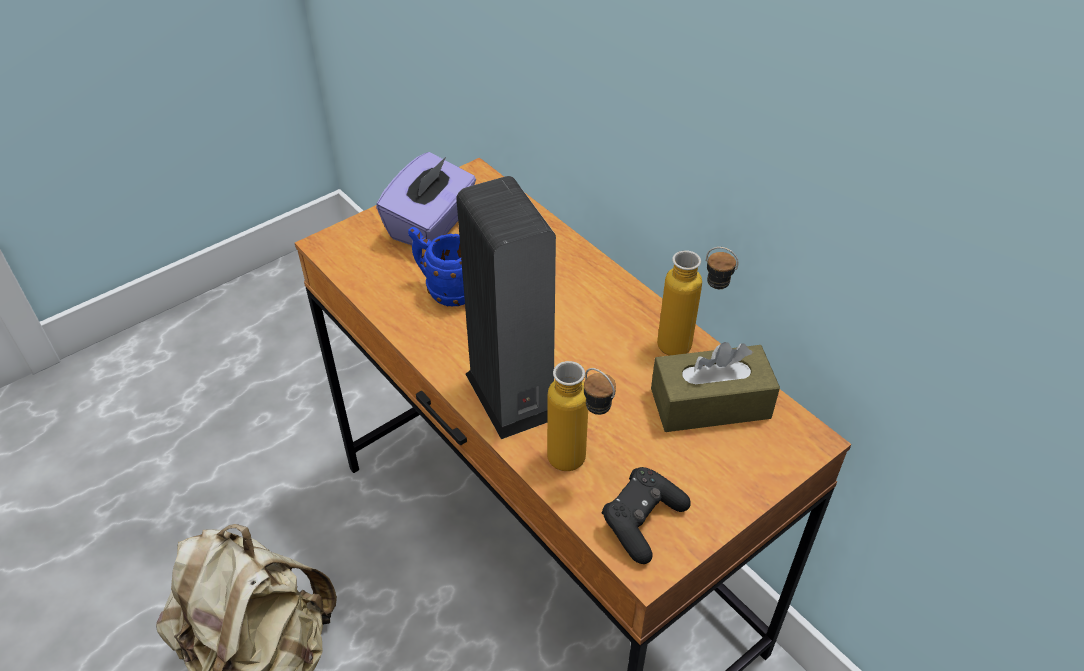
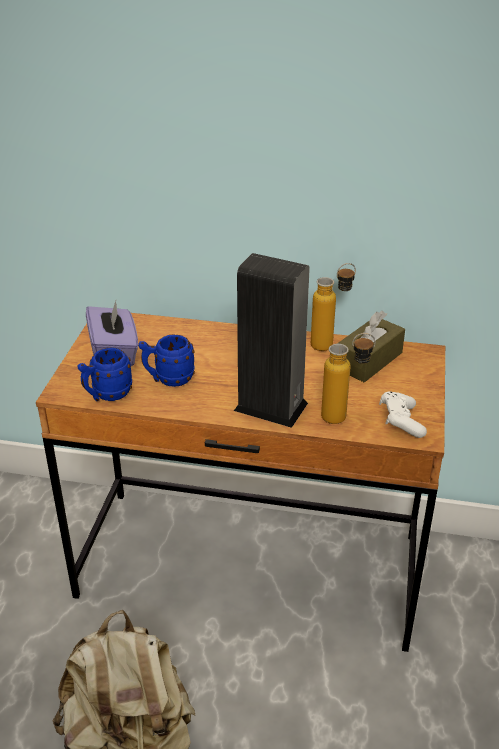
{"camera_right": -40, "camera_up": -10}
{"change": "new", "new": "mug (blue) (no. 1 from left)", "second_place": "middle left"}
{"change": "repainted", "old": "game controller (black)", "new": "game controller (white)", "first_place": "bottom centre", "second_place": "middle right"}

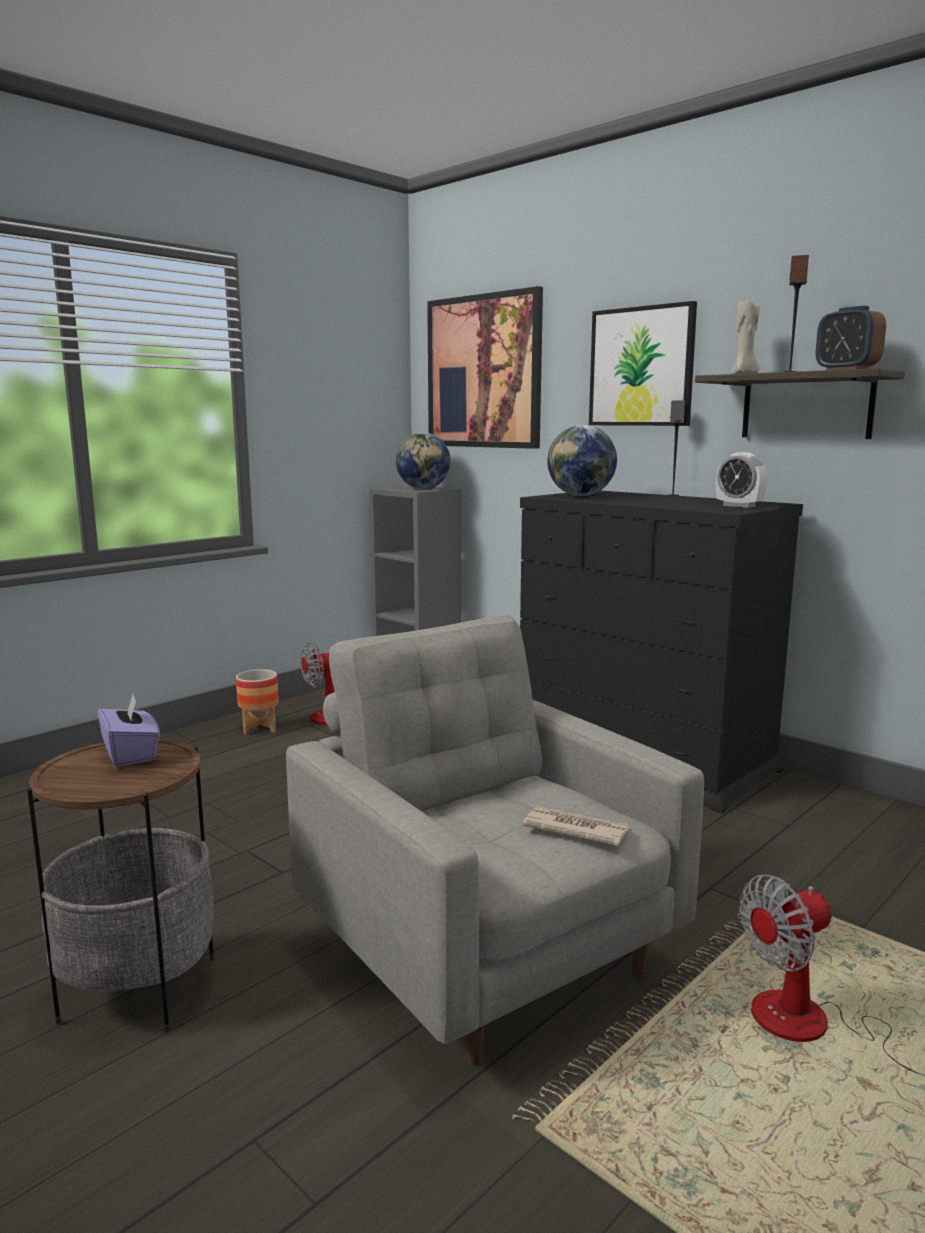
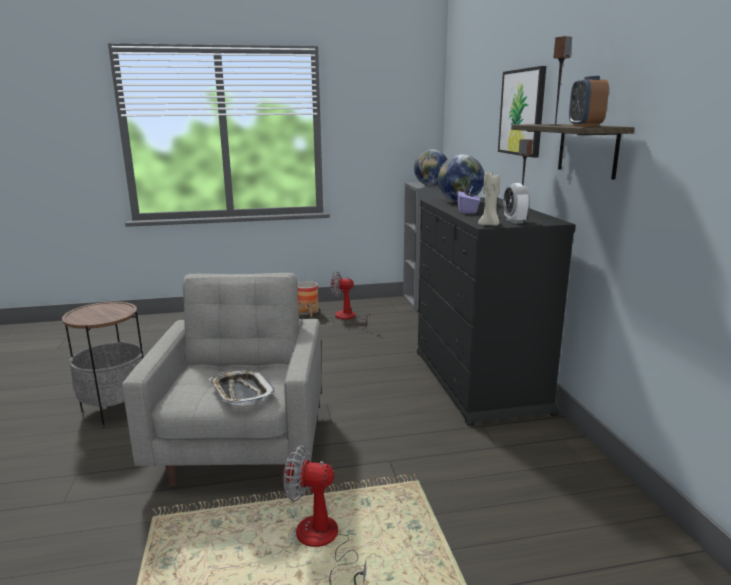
{"camera_right": 35, "camera_up": 5}
{"change": "gone", "old": "picture (no. 1 from left)", "first_place": "top centre"}
{"change": "shifted", "old": "tissue box (purple)", "first_place": "middle left", "second_place": "centre"}
{"change": "shifted", "old": "candle (beige)", "first_place": "top right", "second_place": "middle right"}
{"change": "swapped", "old": "newspaper", "new": "tray", "first_place": "bottom centre", "second_place": "middle left"}

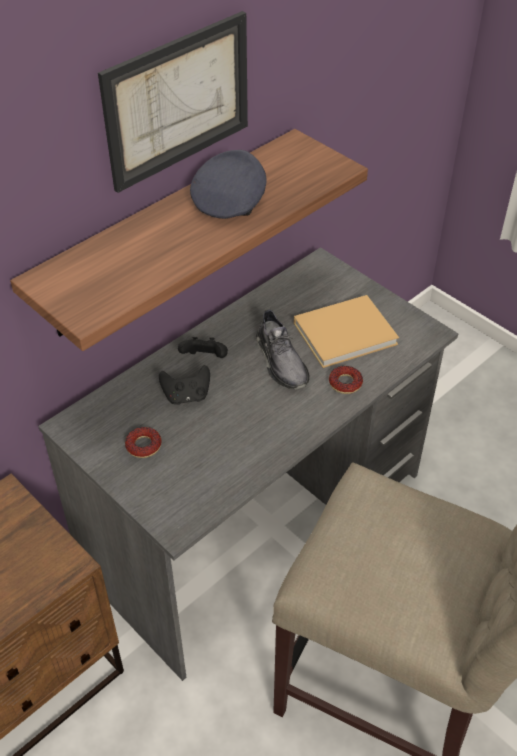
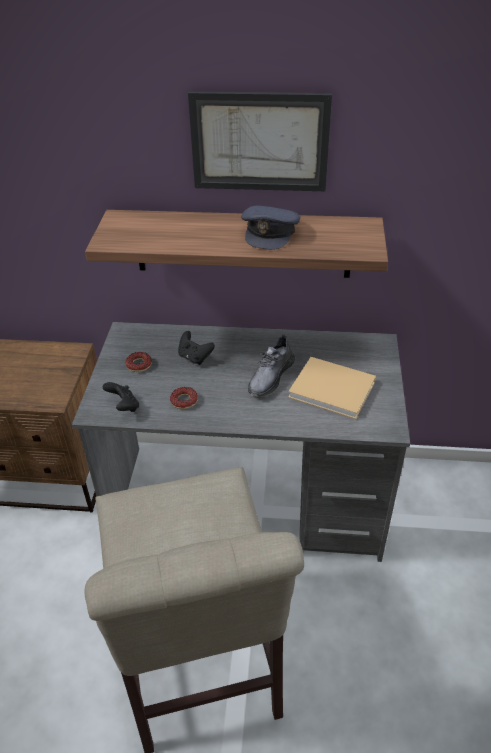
{"camera_right": 50, "camera_up": -5}
{"change": "shifted", "old": "game controller (black) (no. 2 from left in the first image)", "new": "game controller (black) (no. 1 from left)", "first_place": "centre", "second_place": "middle left"}
{"change": "shifted", "old": "donut (no. 2 from left)", "first_place": "middle right", "second_place": "centre"}
{"change": "rotated", "old": "cap (grey)", "first_place": "top centre", "second_place": "top centre", "degrees": 120}

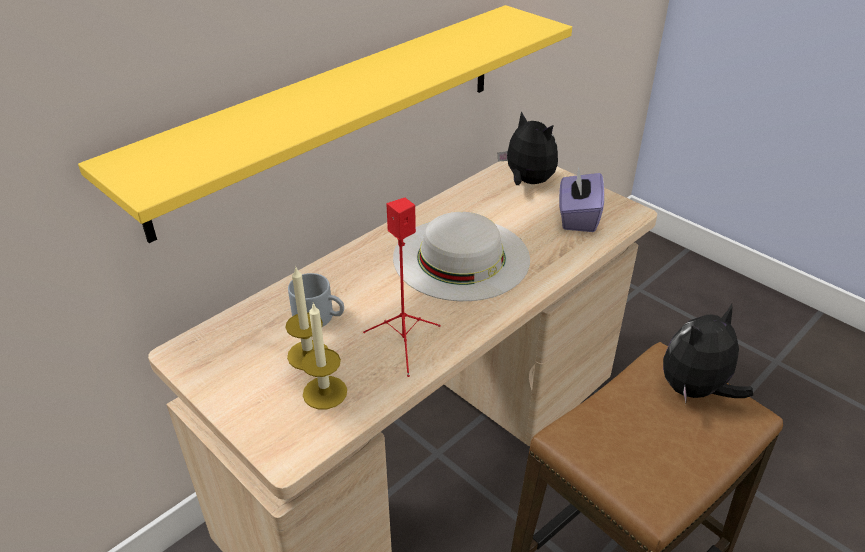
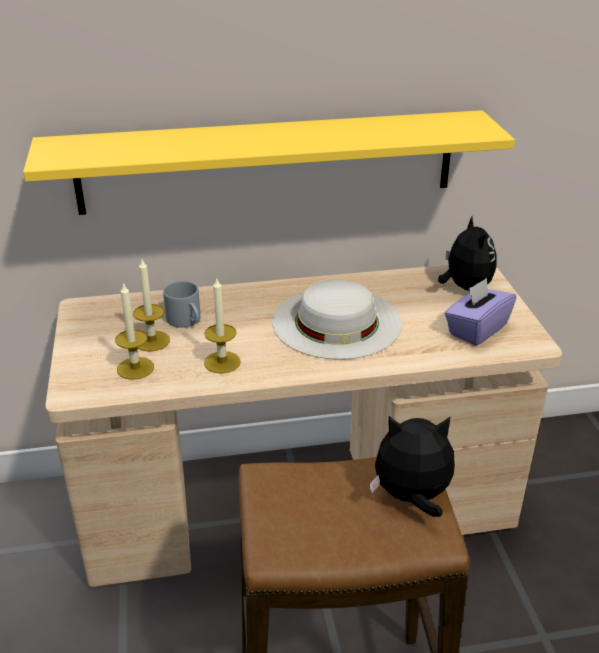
{"camera_right": 35, "camera_up": -5}
{"change": "swapped", "old": "speaker (red)", "new": "candle (no. 3 from left)", "first_place": "centre", "second_place": "centre"}

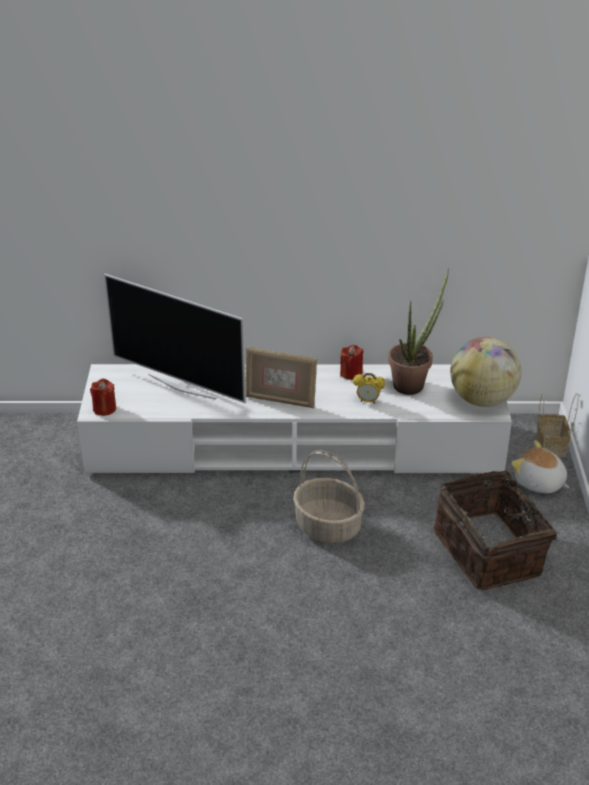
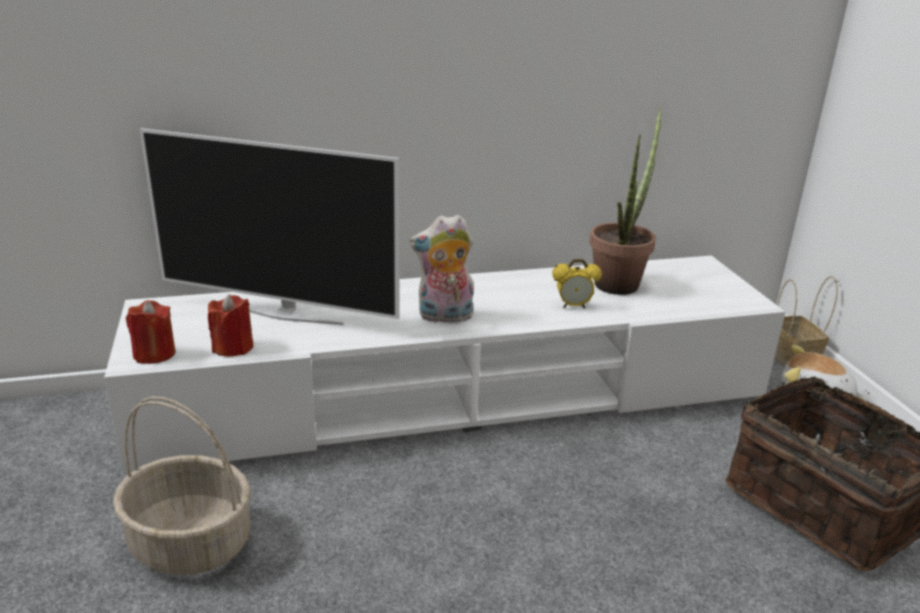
{"camera_right": -15, "camera_up": -10}
{"change": "gone", "old": "globe", "first_place": "middle right"}
{"change": "shifted", "old": "basket (no. 1 from left)", "first_place": "centre", "second_place": "bottom left"}
{"change": "shifted", "old": "candle (red) (no. 2 from left)", "first_place": "centre", "second_place": "middle left"}
{"change": "swapped", "old": "picture frame", "new": "plush toy (no. 1 from left)", "first_place": "centre", "second_place": "centre"}

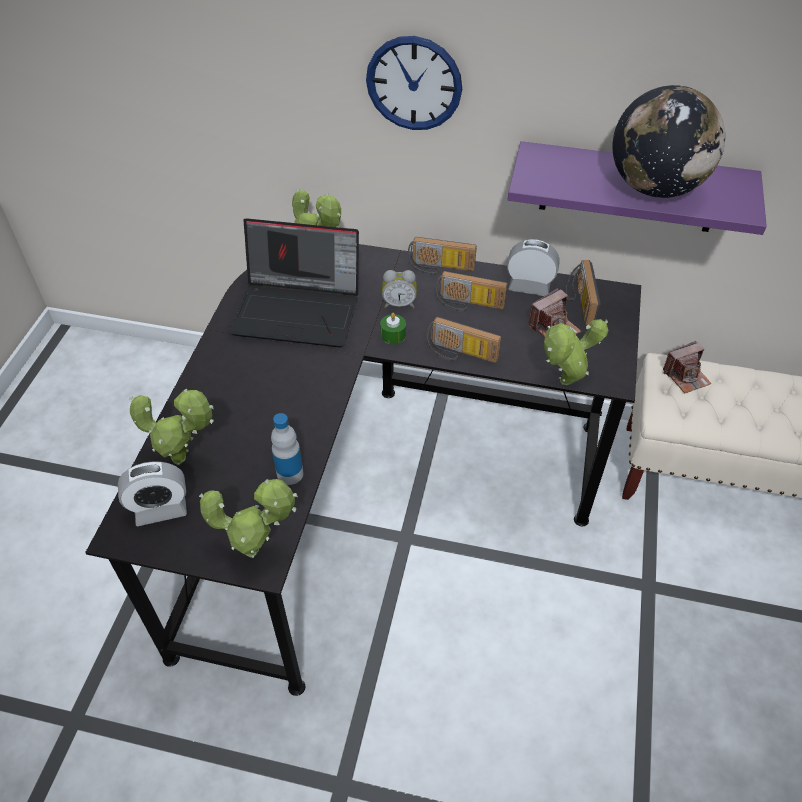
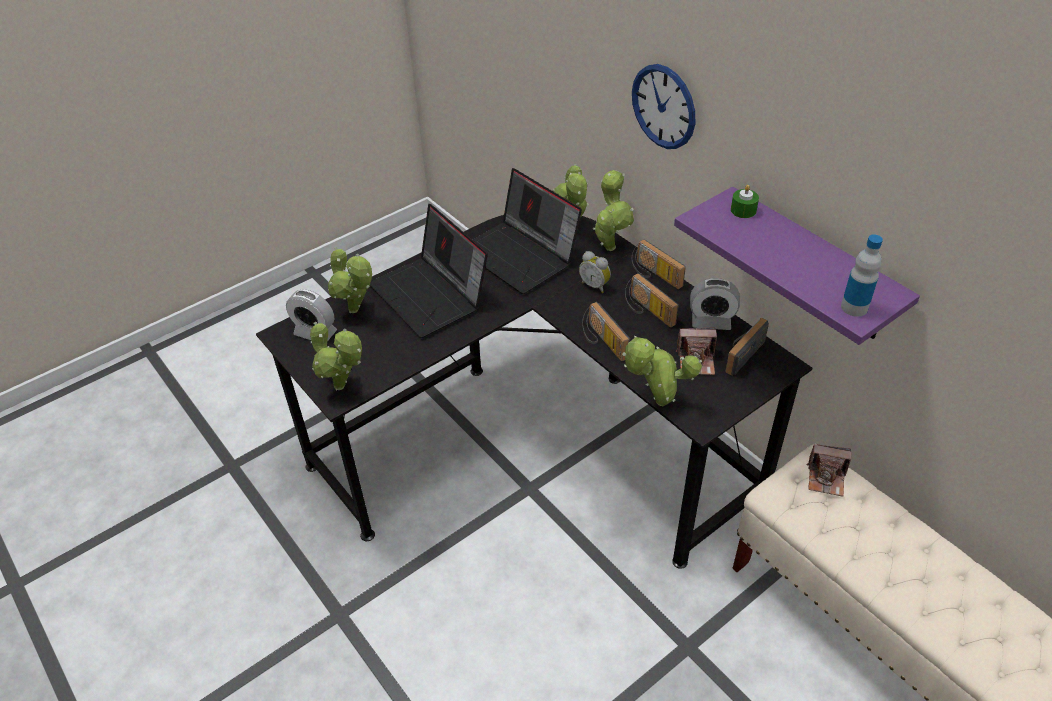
{"camera_right": 40, "camera_up": -5}
{"change": "gone", "old": "globe", "first_place": "top right"}
{"change": "new", "new": "laptop (no. 1 from left)", "second_place": "centre"}
{"change": "new", "new": "potted plant (no. 4 from left)", "second_place": "top centre"}
{"change": "shifted", "old": "bottle", "first_place": "centre", "second_place": "middle right"}
{"change": "shifted", "old": "candle (green)", "first_place": "centre", "second_place": "top right"}
{"change": "rotated", "old": "alarm clock (no. 3 from left)", "first_place": "top centre", "second_place": "middle right", "degrees": 135}

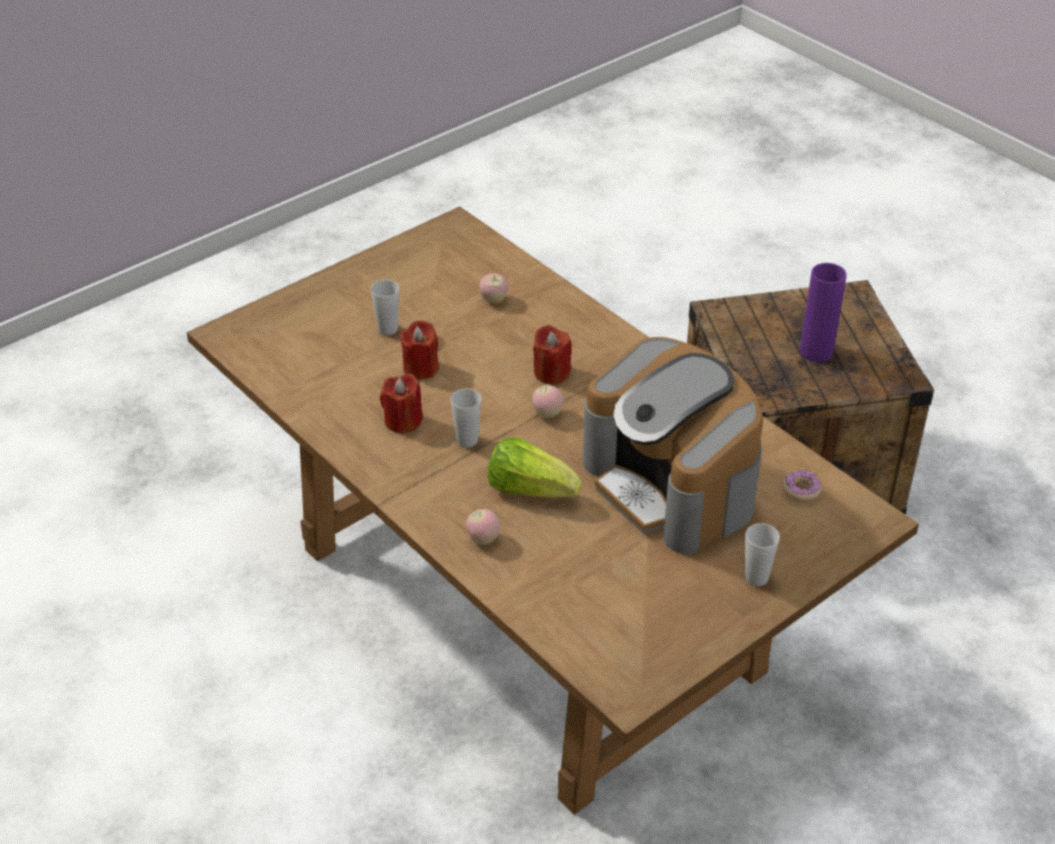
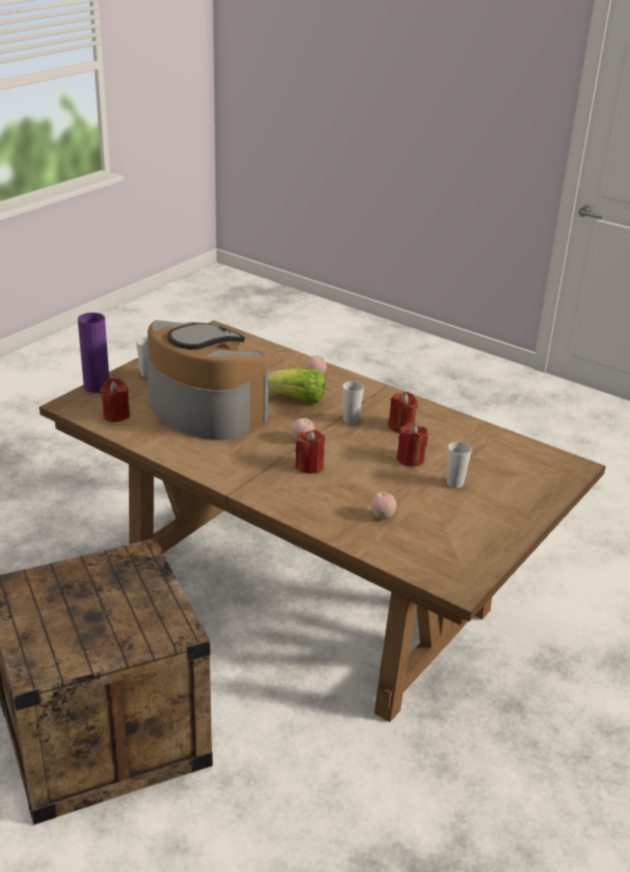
{"camera_right": 165, "camera_up": -10}
{"change": "shifted", "old": "vase (purple)", "first_place": "middle right", "second_place": "middle left"}
{"change": "swapped", "old": "donut", "new": "candle (red) (no. 1 from left)", "first_place": "middle right", "second_place": "middle left"}

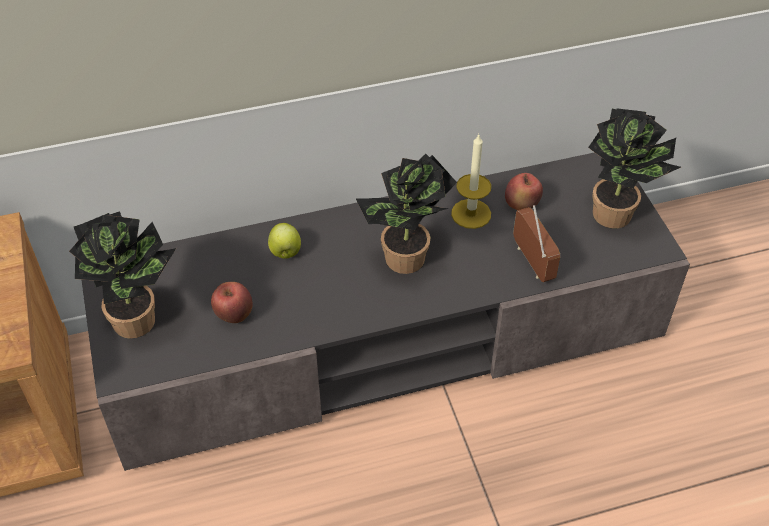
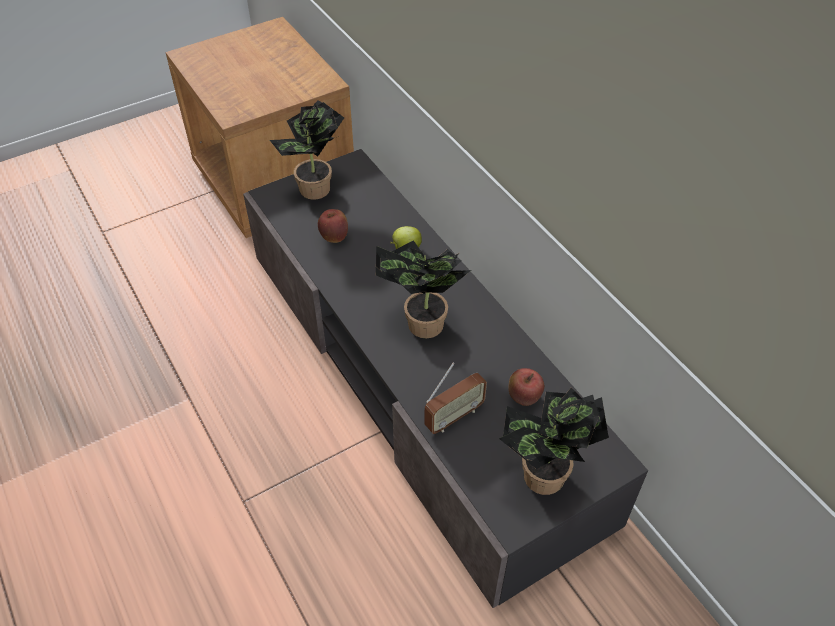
{"camera_right": 75, "camera_up": 0}
{"change": "gone", "old": "candle", "first_place": "centre"}

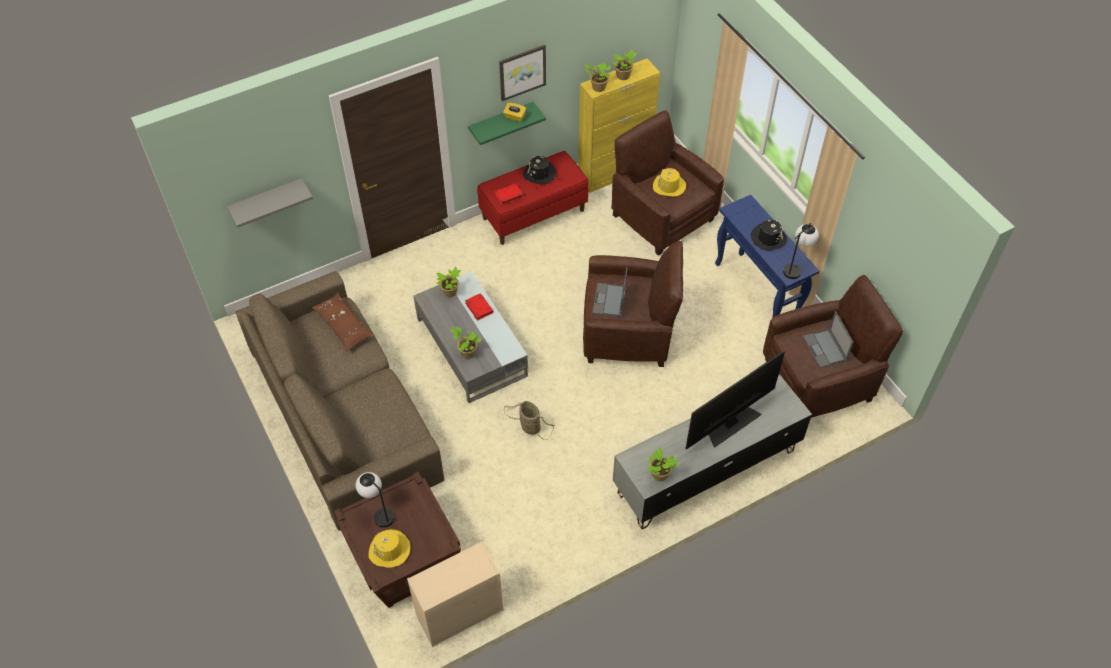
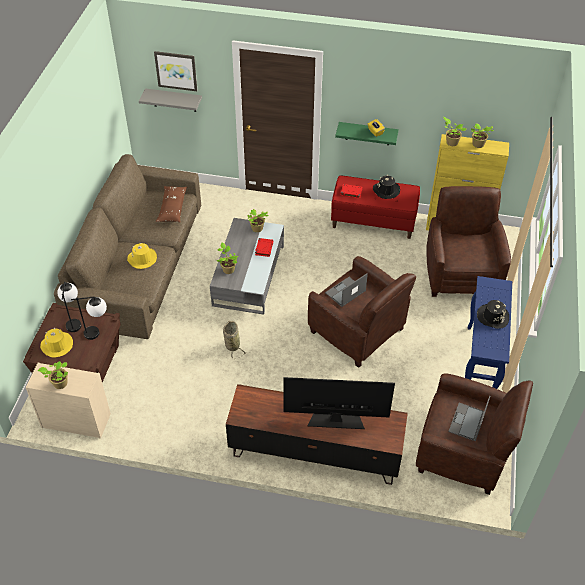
{"camera_right": 40, "camera_up": -5}
{"change": "shifted", "old": "picture", "first_place": "top centre", "second_place": "top left"}
{"change": "shifted", "old": "potted plant (no. 5 from left in the first image)", "new": "potted plant (no. 1 from left)", "first_place": "bottom centre", "second_place": "middle left"}
{"change": "shifted", "old": "hat (yellow) (no. 2 from left)", "first_place": "top centre", "second_place": "middle left"}
{"change": "shifted", "old": "table lamp (no. 2 from left)", "first_place": "middle right", "second_place": "middle left"}
{"change": "repainted", "old": "tv stand (grey)", "new": "tv stand (brown)", "first_place": "bottom centre", "second_place": "bottom centre"}

